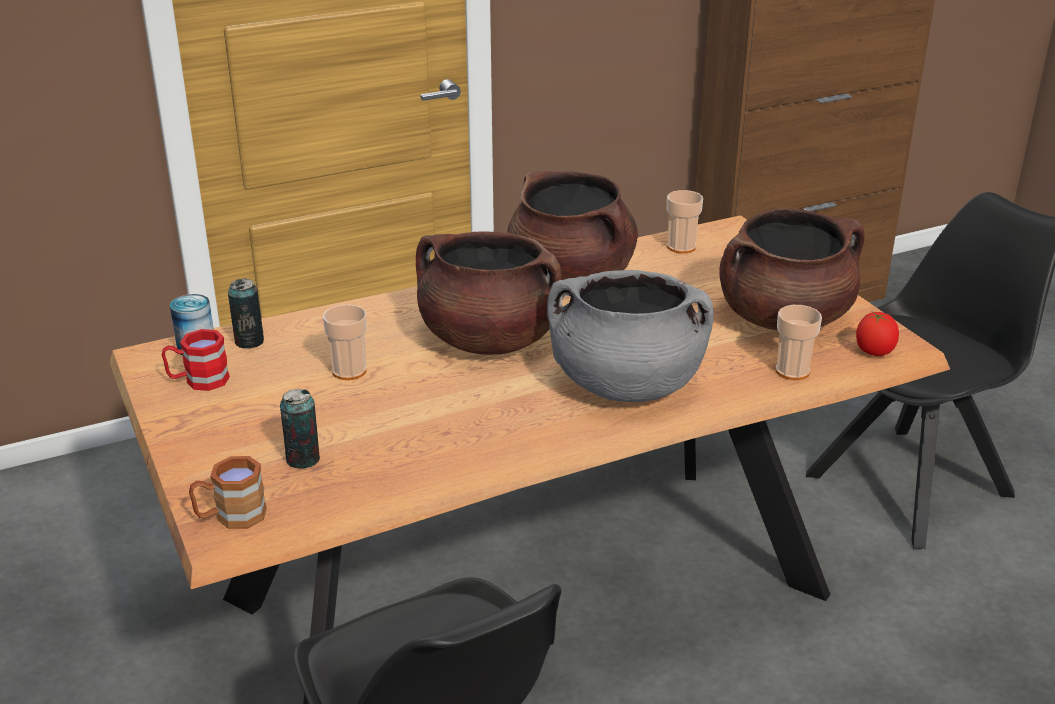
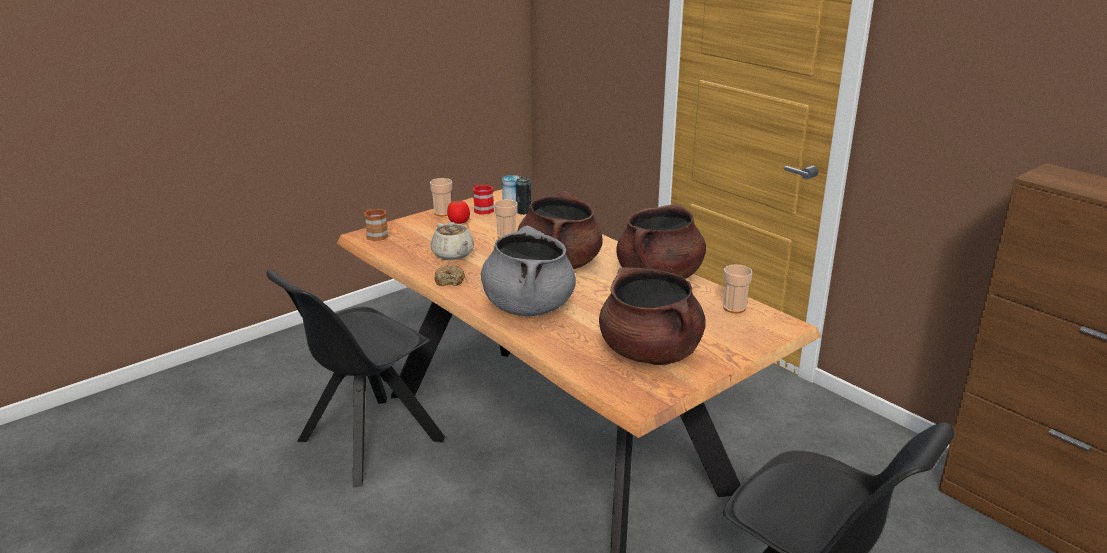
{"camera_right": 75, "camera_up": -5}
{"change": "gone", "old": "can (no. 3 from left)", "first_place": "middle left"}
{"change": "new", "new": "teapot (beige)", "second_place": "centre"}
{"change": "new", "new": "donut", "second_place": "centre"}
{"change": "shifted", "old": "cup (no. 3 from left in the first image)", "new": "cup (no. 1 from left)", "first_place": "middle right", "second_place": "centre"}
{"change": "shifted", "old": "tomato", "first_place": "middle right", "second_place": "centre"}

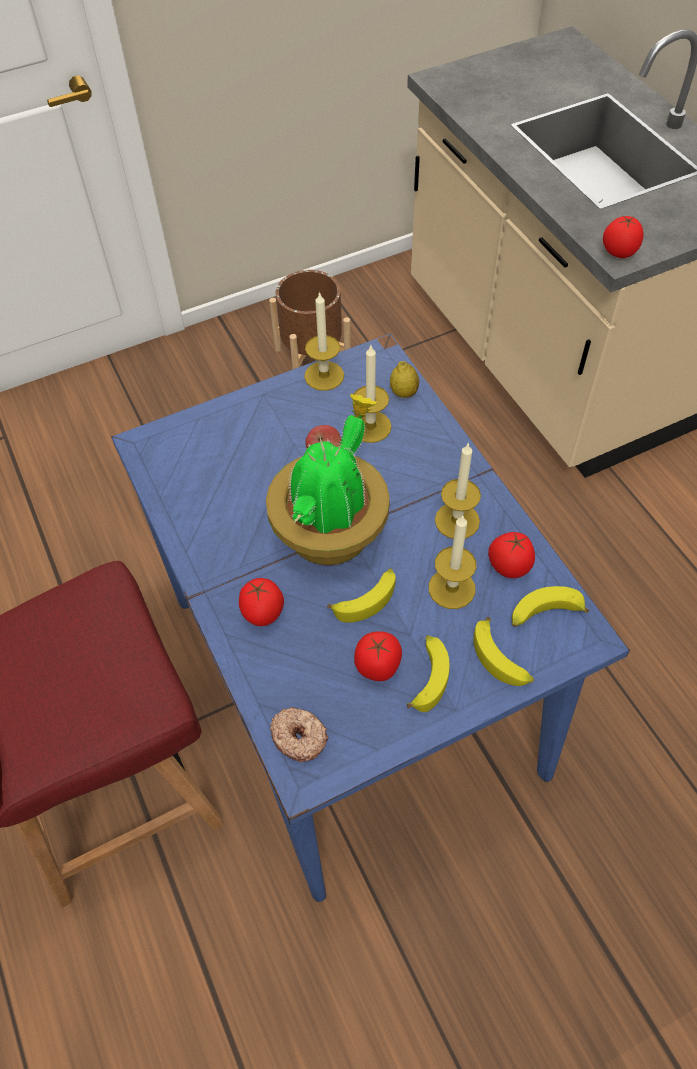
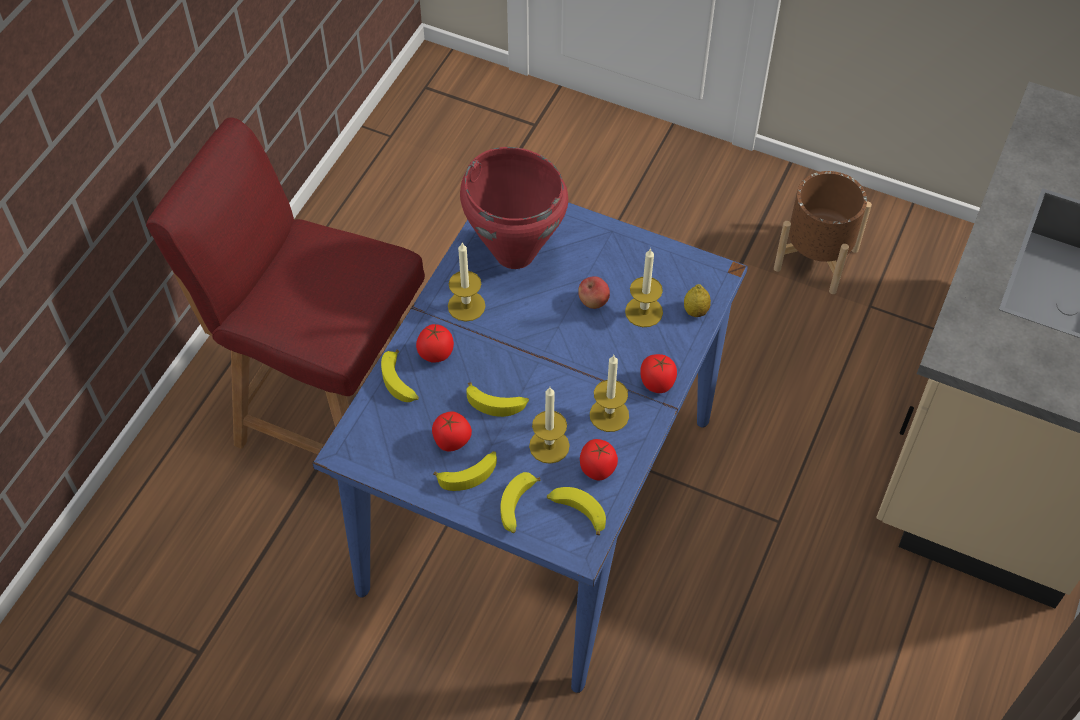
{"camera_right": 50, "camera_up": 0}
{"change": "gone", "old": "potted plant", "first_place": "centre"}
{"change": "gone", "old": "donut", "first_place": "bottom centre"}
{"change": "new", "new": "banana (no. 1 from left)", "second_place": "centre"}
{"change": "new", "new": "cooking pot (red)", "second_place": "top centre"}
{"change": "shifted", "old": "candle (no. 1 from left)", "first_place": "top centre", "second_place": "centre"}
{"change": "shifted", "old": "tomato (no. 4 from left)", "first_place": "top right", "second_place": "centre"}

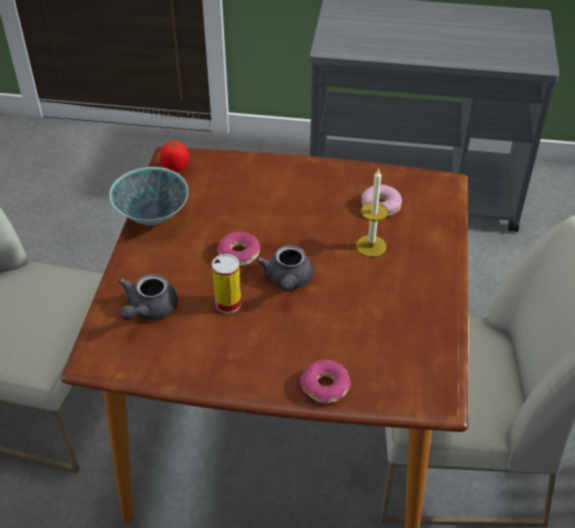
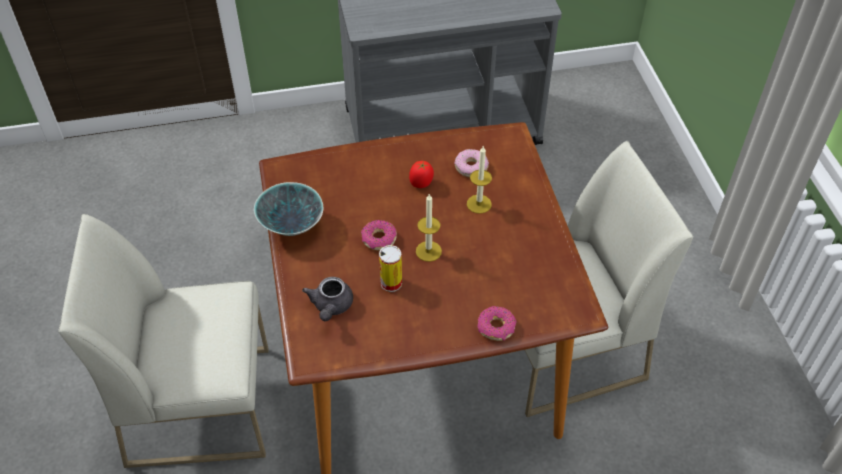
{"camera_right": -20, "camera_up": 5}
{"change": "shifted", "old": "tomato", "first_place": "top left", "second_place": "centre"}
{"change": "swapped", "old": "teapot (grey) (no. 2 from left)", "new": "candle (no. 1 from left)", "first_place": "centre", "second_place": "centre"}

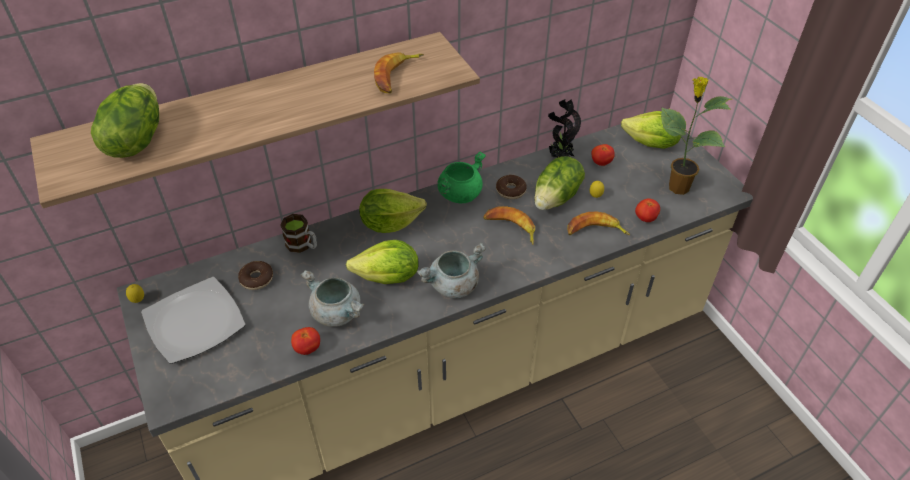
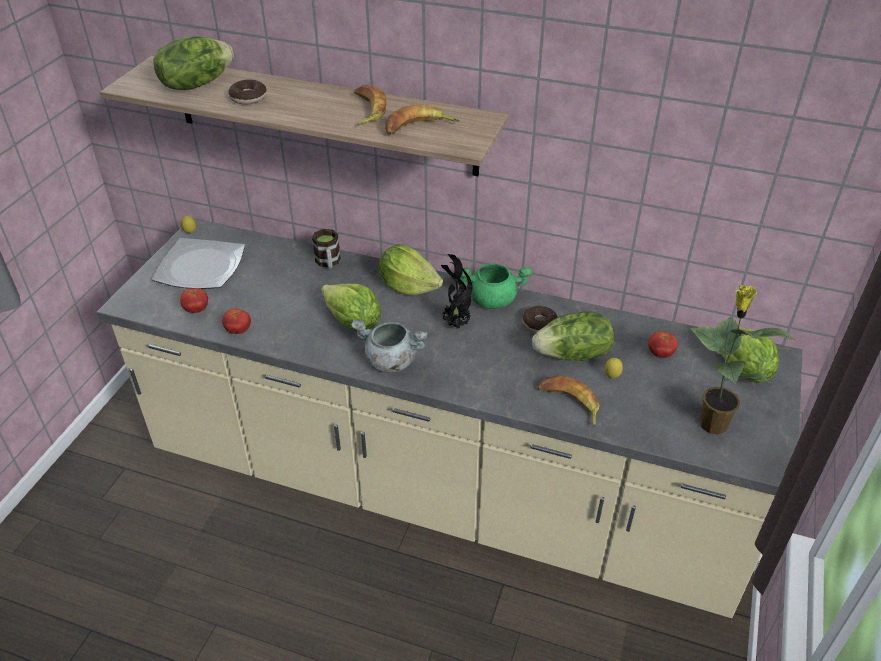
{"camera_right": 45, "camera_up": -5}
{"change": "gone", "old": "cooking pot (grey) (no. 1 from left)", "first_place": "centre"}
{"change": "shifted", "old": "donut (no. 1 from left)", "first_place": "middle left", "second_place": "top left"}
{"change": "shifted", "old": "banana (no. 2 from left in the first image)", "new": "banana (no. 1 from left)", "first_place": "centre", "second_place": "top centre"}
{"change": "shifted", "old": "potted plant (no. 1 from left)", "first_place": "top centre", "second_place": "centre"}
{"change": "shifted", "old": "tomato (no. 3 from left in the first image)", "new": "tomato (no. 1 from left)", "first_place": "middle right", "second_place": "middle left"}

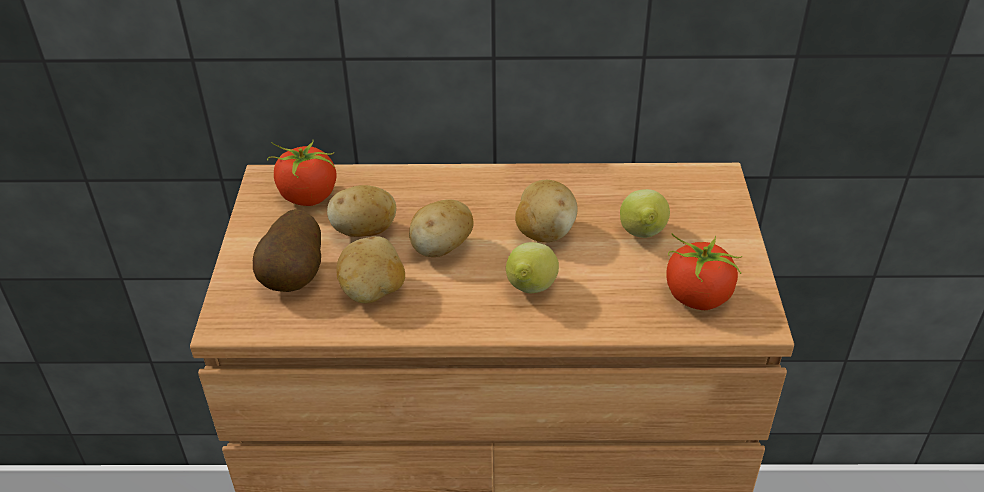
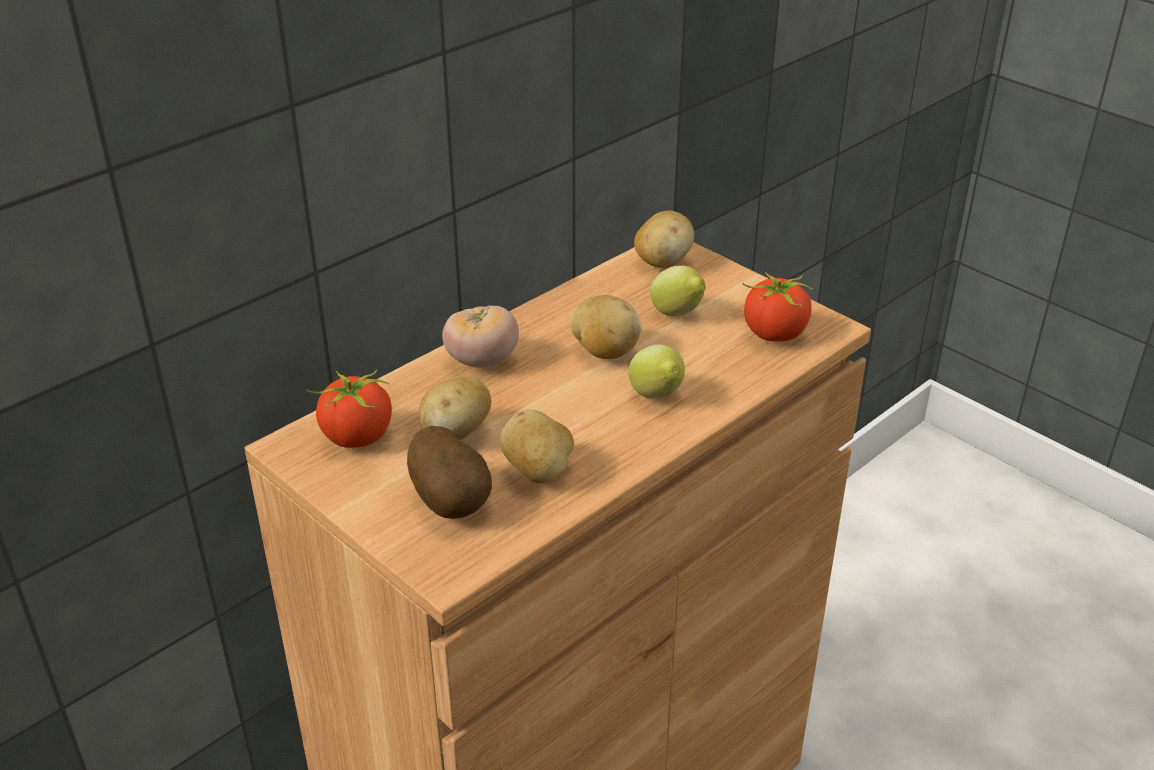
{"camera_right": -45, "camera_up": -5}
{"change": "new", "new": "tomato (no. 2 from left)", "second_place": "centre"}
{"change": "shifted", "old": "potato (no. 4 from left in the first image)", "new": "potato (no. 5 from left)", "first_place": "centre", "second_place": "top centre"}

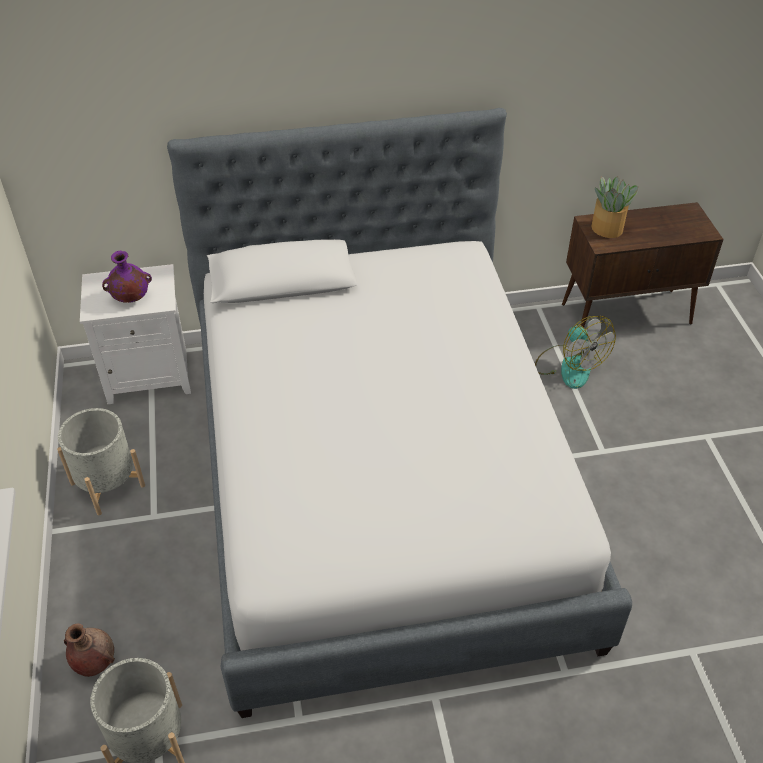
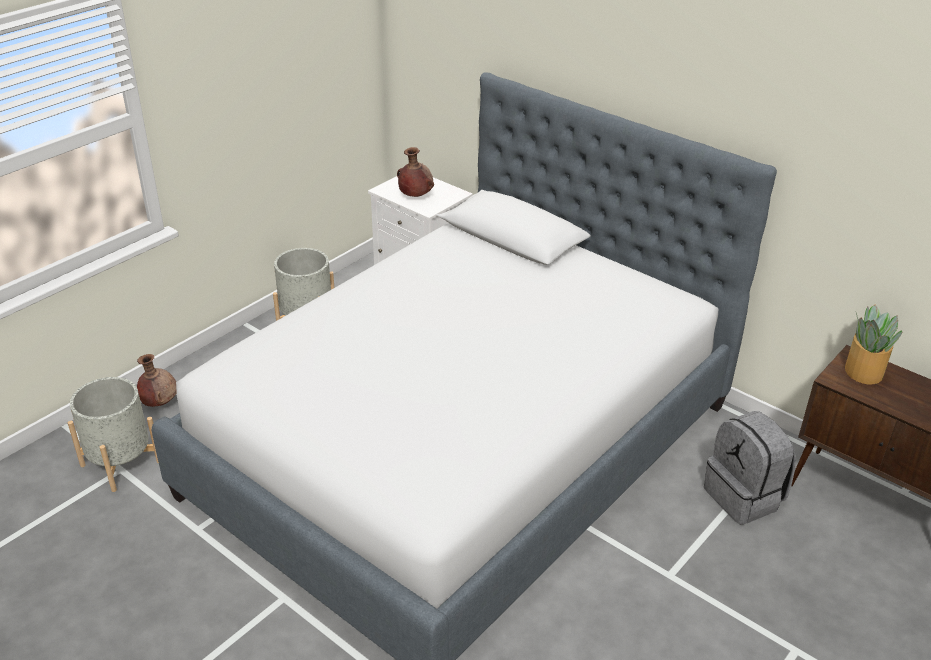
{"camera_right": 50, "camera_up": -10}
{"change": "swapped", "old": "fan", "new": "backpack (grey)", "first_place": "middle right", "second_place": "bottom right"}
{"change": "repainted", "old": "vase (purple)", "new": "vase (brown) (no. 2 from left)", "first_place": "middle left", "second_place": "top centre"}

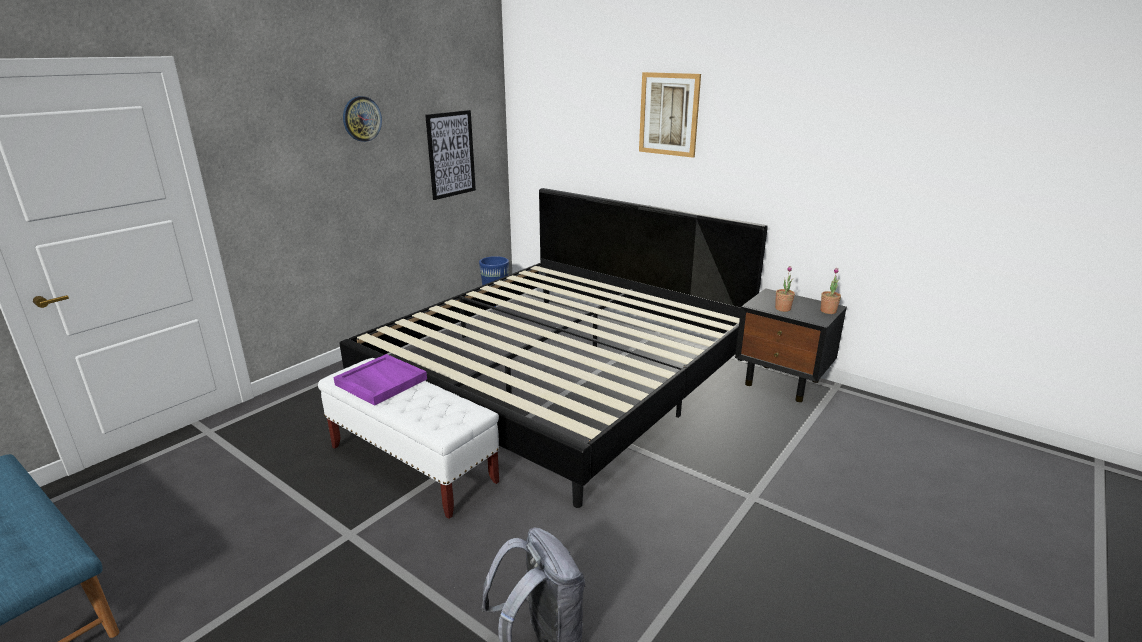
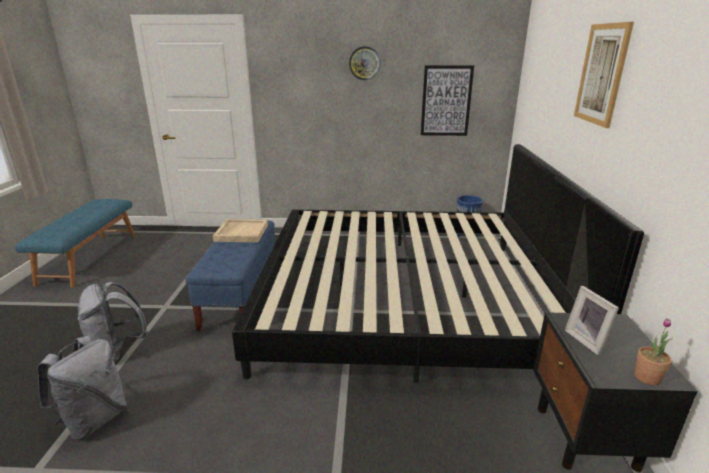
{"camera_right": 55, "camera_up": 0}
{"change": "new", "new": "backpack (grey) (no. 2 from left)", "second_place": "bottom left"}
{"change": "swapped", "old": "potted plant (no. 1 from left)", "new": "picture frame", "first_place": "middle right", "second_place": "bottom right"}
{"change": "repainted", "old": "bench (white)", "new": "bench (blue) (no. 2 from left)", "first_place": "bottom centre", "second_place": "middle left"}
{"change": "repainted", "old": "tray (purple)", "new": "tray (beige)", "first_place": "middle left", "second_place": "centre"}

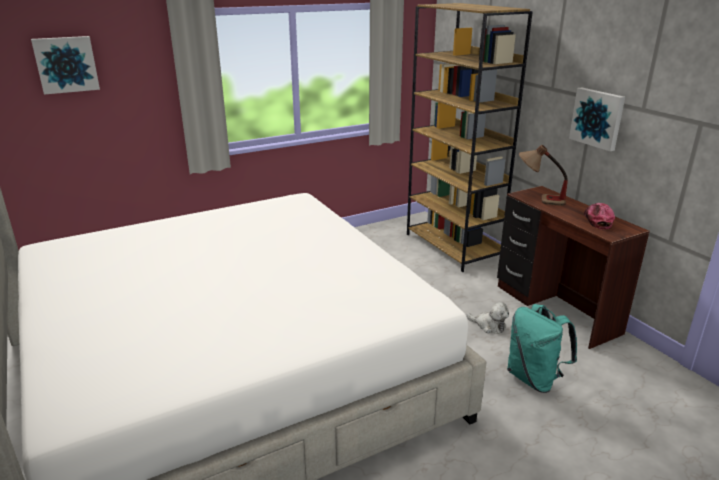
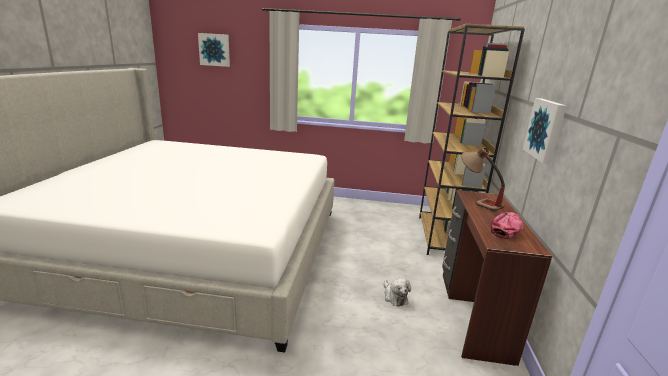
{"camera_right": 35, "camera_up": -5}
{"change": "gone", "old": "backpack (turquoise)", "first_place": "bottom right"}

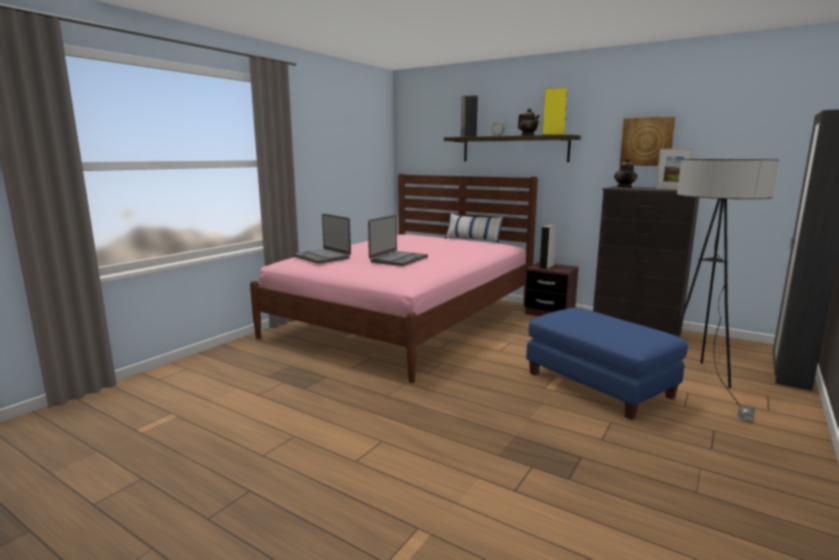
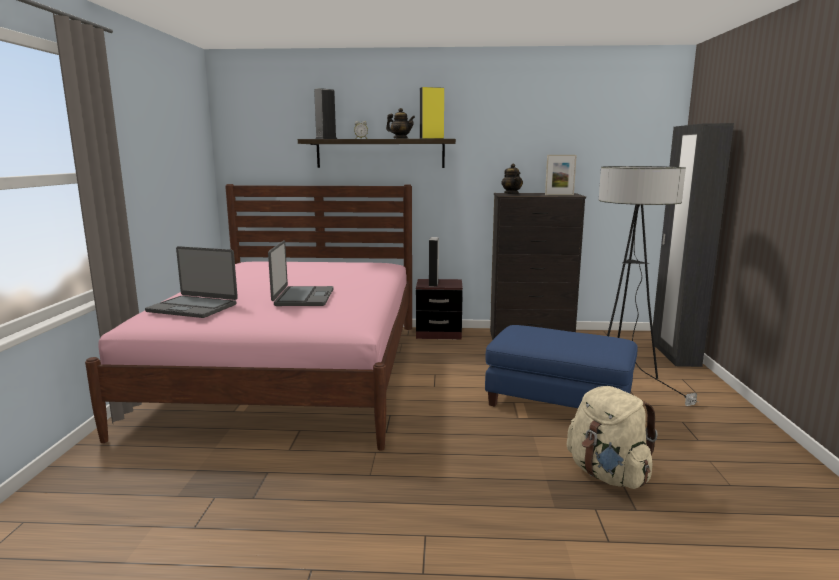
{"camera_right": -30, "camera_up": 0}
{"change": "gone", "old": "pillow", "first_place": "centre"}
{"change": "gone", "old": "picture", "first_place": "top right"}
{"change": "new", "new": "backpack (beige)", "second_place": "bottom right"}

